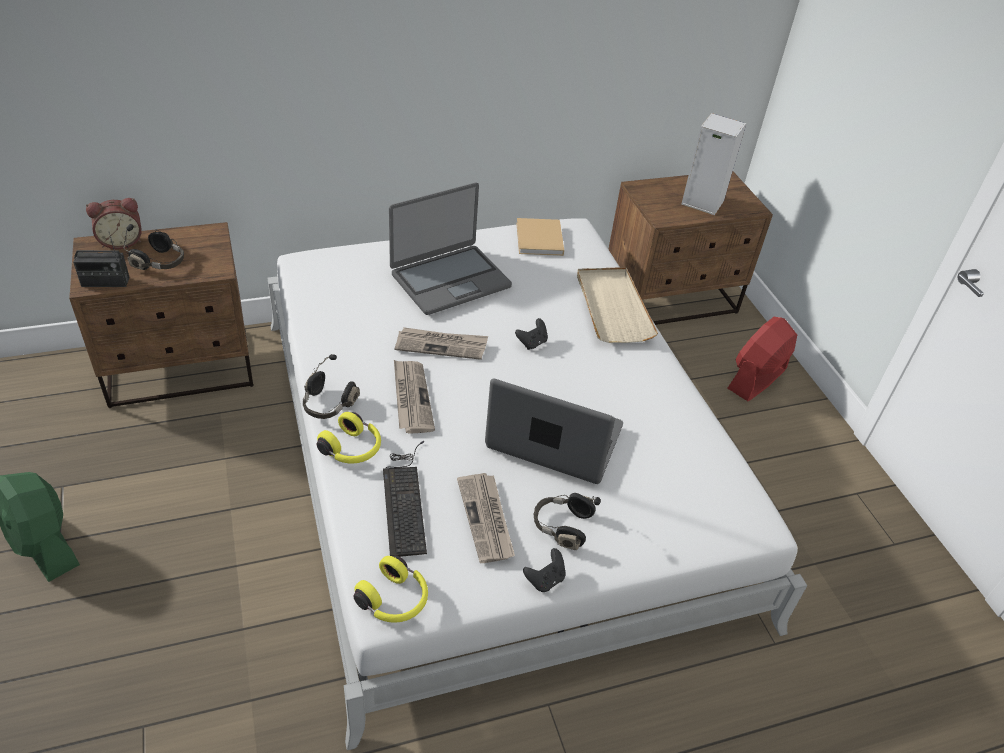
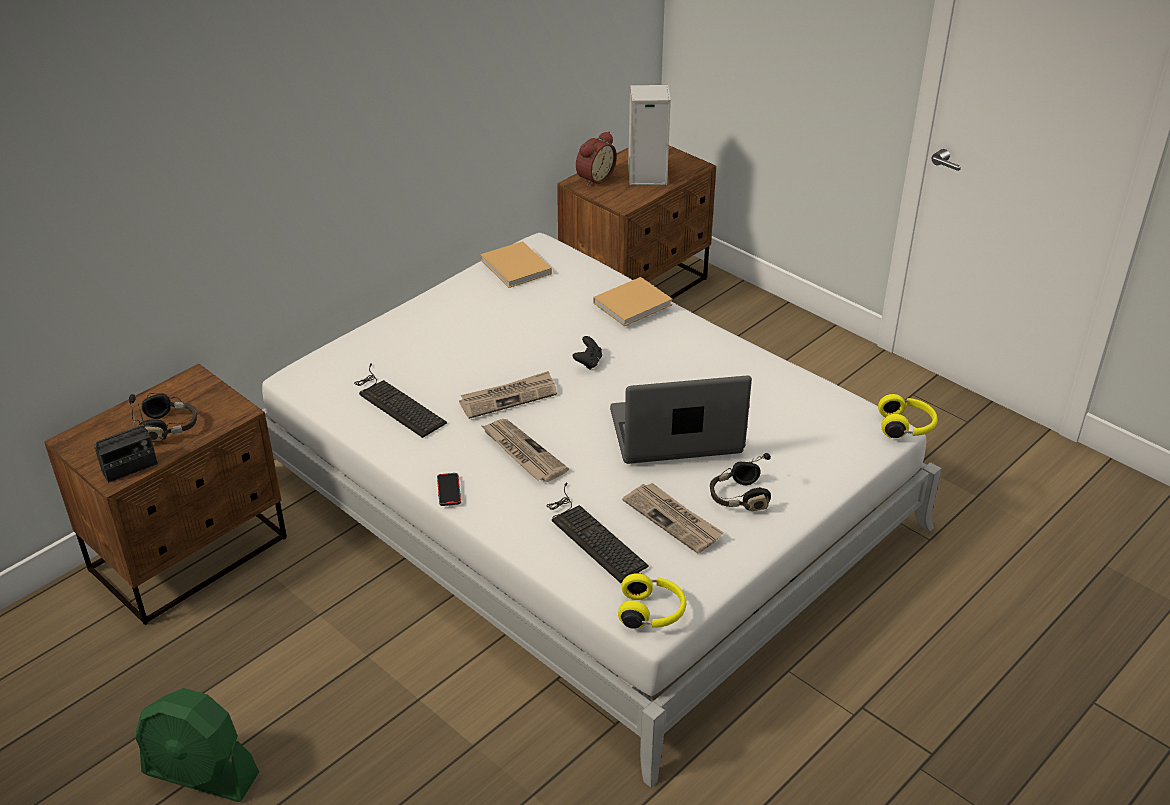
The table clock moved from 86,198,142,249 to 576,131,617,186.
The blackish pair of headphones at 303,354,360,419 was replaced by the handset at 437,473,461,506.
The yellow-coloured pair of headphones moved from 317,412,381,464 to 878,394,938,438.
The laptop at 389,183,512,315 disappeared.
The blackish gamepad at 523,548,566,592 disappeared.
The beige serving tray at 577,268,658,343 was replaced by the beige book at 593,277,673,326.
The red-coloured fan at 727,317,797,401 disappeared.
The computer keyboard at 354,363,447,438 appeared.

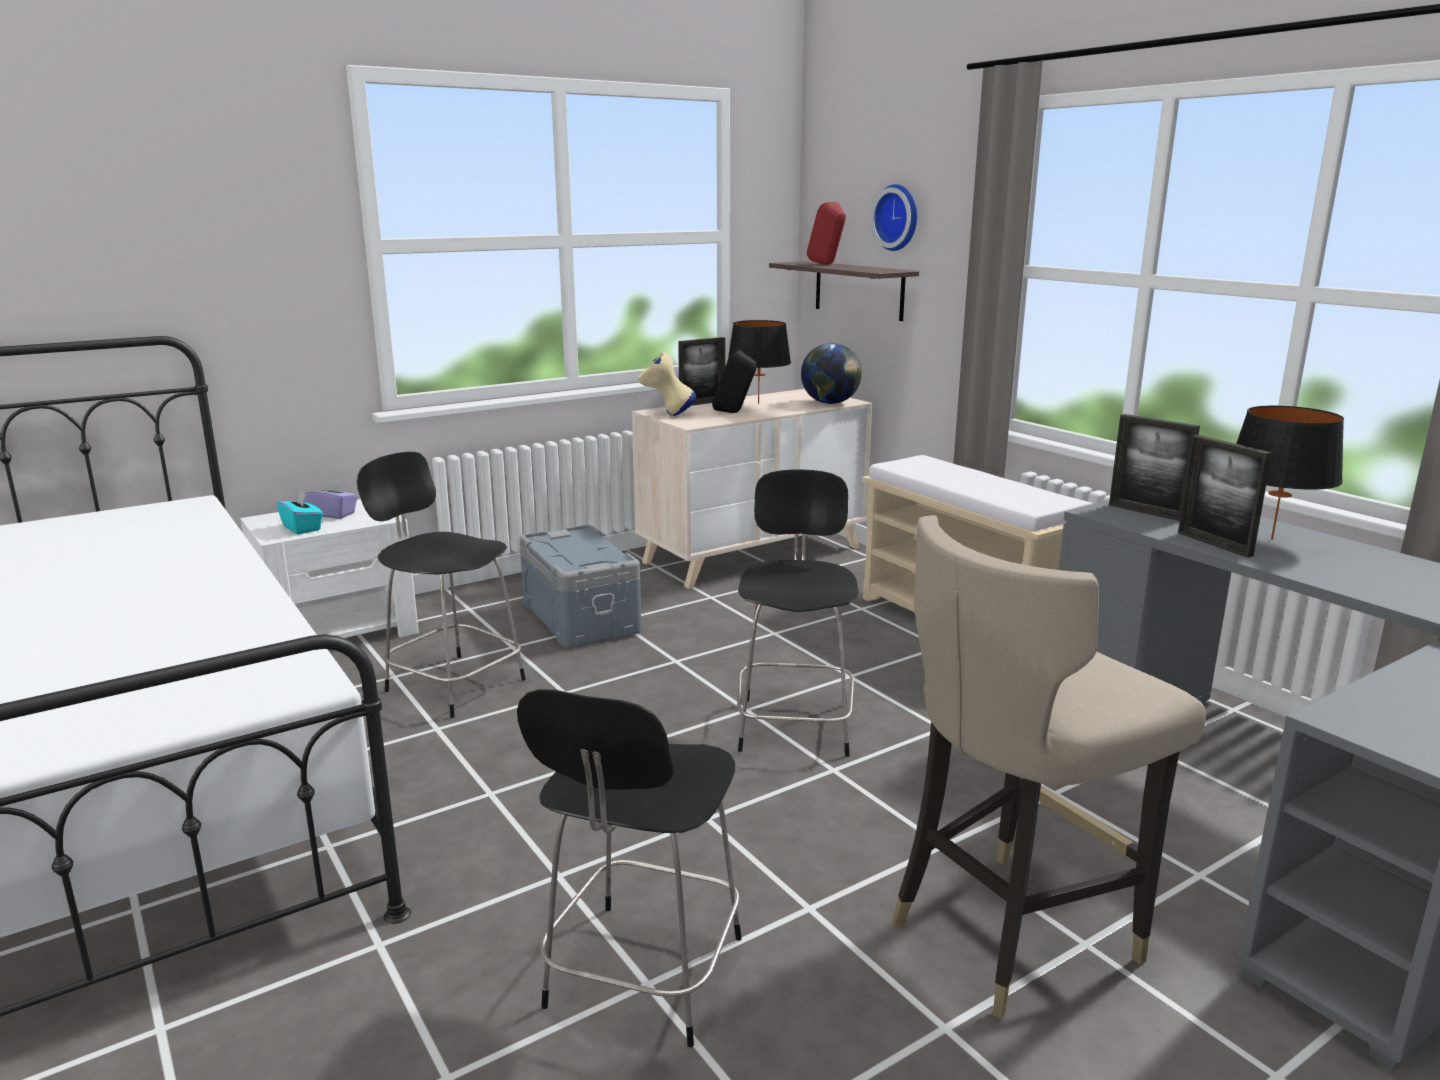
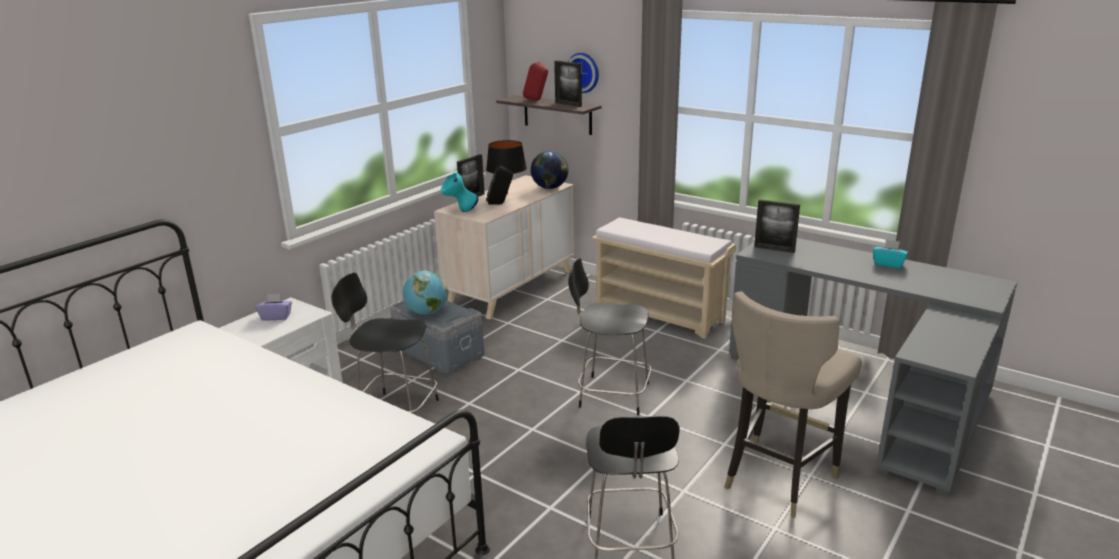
The turquoise-coloured box of tissues moved from 277,491,323,535 to 873,239,908,268.
The beige decorative vase at 638,352,696,416 became the turquoise-coloured decorative vase at 441,172,478,212.
The blackish chair at 737,470,859,757 turned 60 degrees counterclockwise.
The standing frame moved from 1178,435,1272,558 to 554,60,582,107.
The blackish table lamp at 1236,406,1344,540 disappeared.
The world globe at 403,270,448,315 appeared.

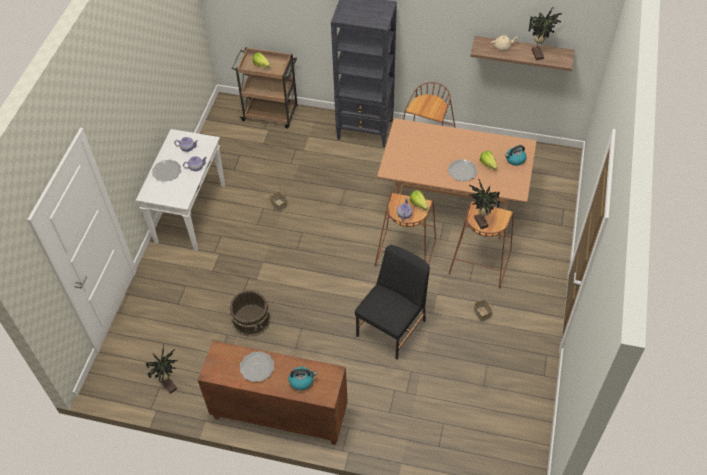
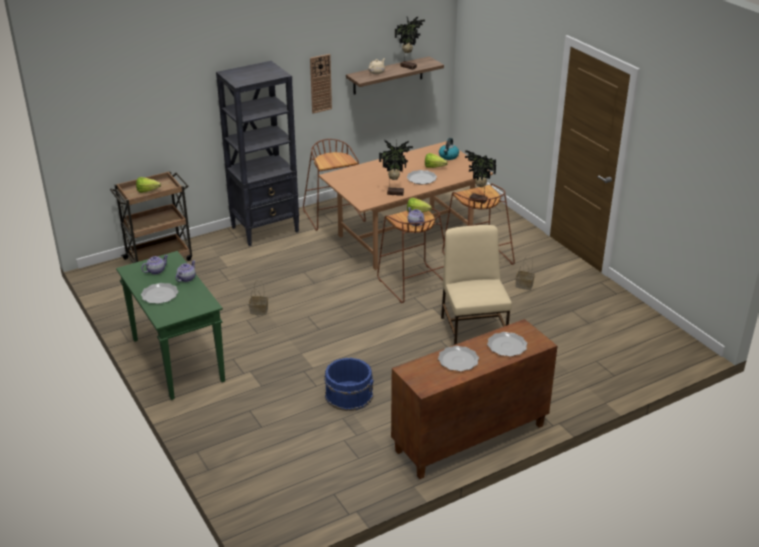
The whitish console table at 136,129,225,251 became the green-coloured console table at 116,251,225,400.
The houseplant moved from 146,344,178,394 to 379,140,413,196.
The brownish water bucket at 230,290,271,337 became the blue-coloured water bucket at 324,358,374,411.
The kettle at 289,367,317,390 was replaced by the flat dish at 487,332,527,356.
The blackish chair at 355,245,430,360 became the beige chair at 441,225,512,345.
The clock on the wall at 310,54,332,113 appeared.

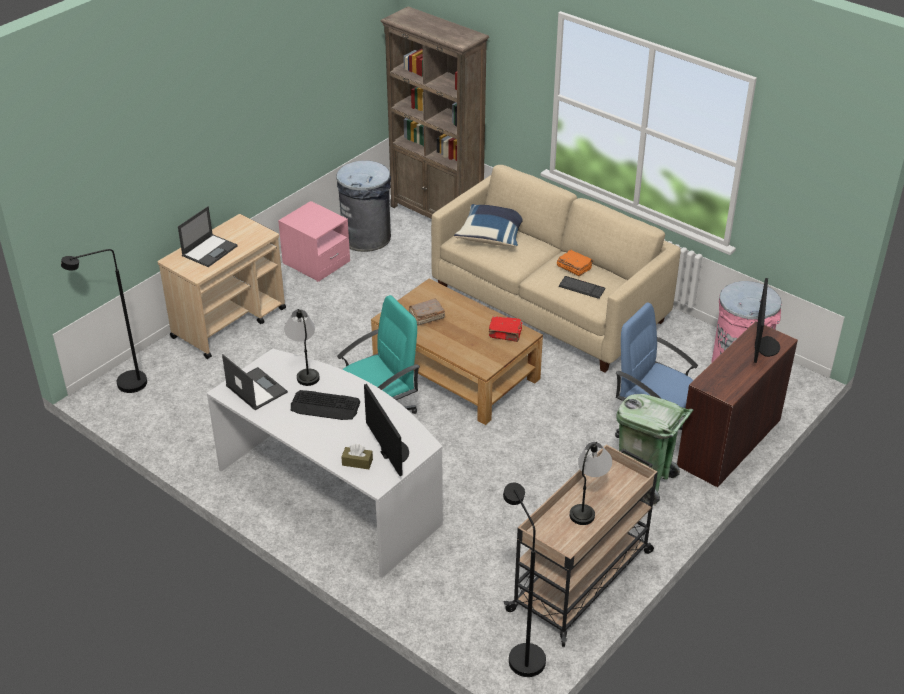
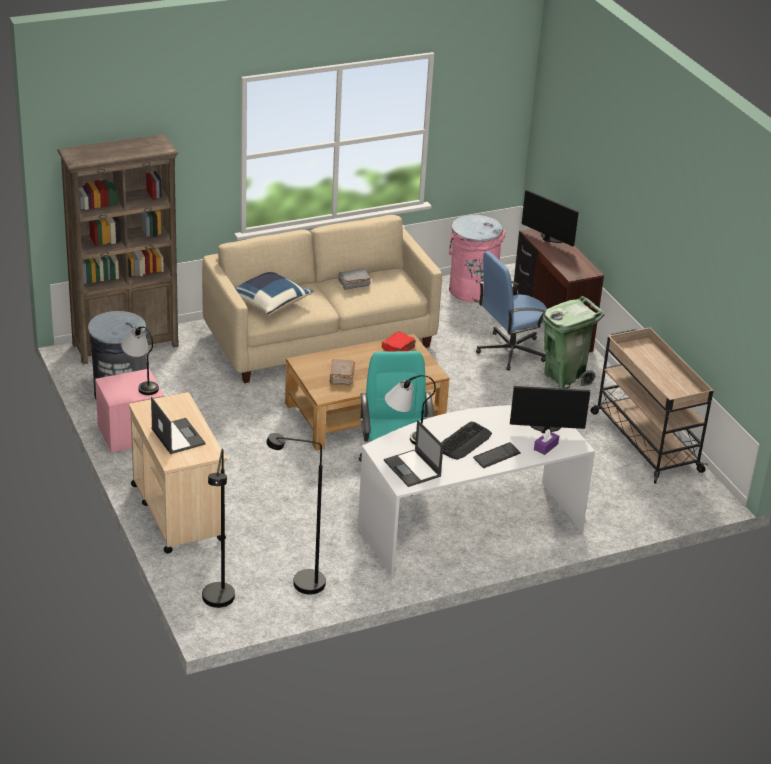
The laptop at 222,354,288,410 turned 105 degrees counterclockwise.
The brownish box of tissues at 341,444,373,469 became the purple-coloured box of tissues at 534,429,559,455.
The blackish standard lamp moved from 503,483,546,677 to 266,433,326,594.
The orange book at 557,250,593,276 became the gray book at 339,268,371,290.
The computer keyboard moved from 559,276,605,299 to 473,442,521,469.
The table lamp moved from 570,442,612,525 to 121,326,159,395.

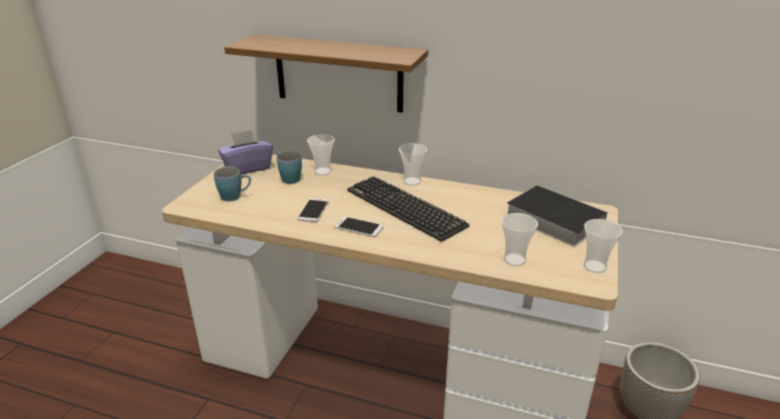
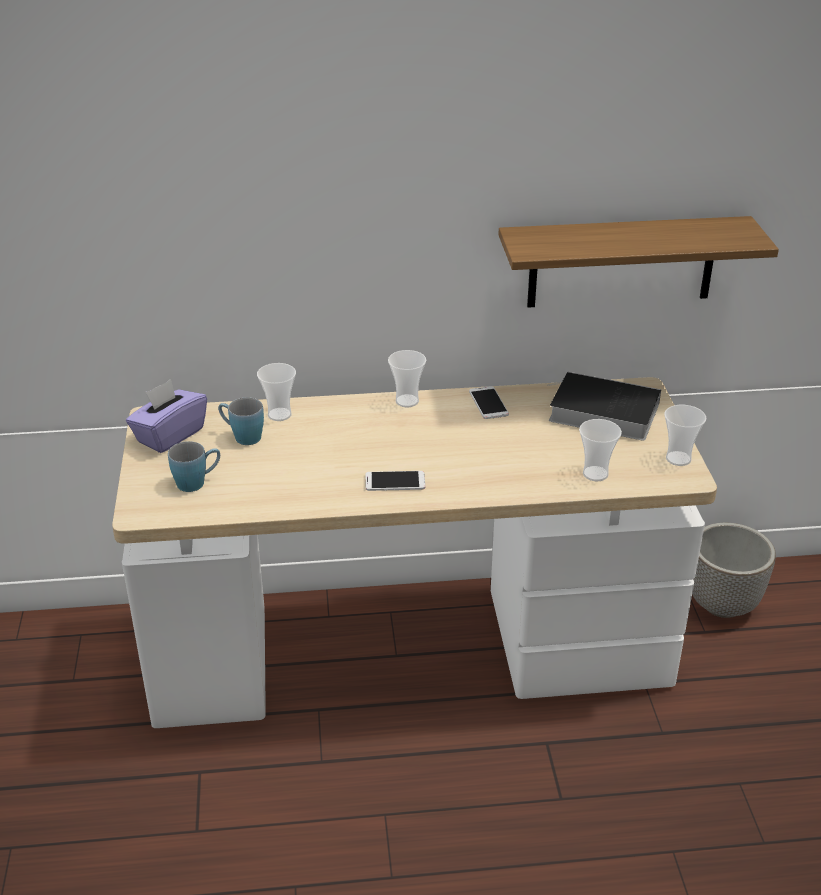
The wall shelf moved from 224,34,428,113 to 498,216,779,308.
The handset moved from 297,198,329,222 to 469,386,509,419.
The computer keyboard at 347,176,469,242 disappeared.

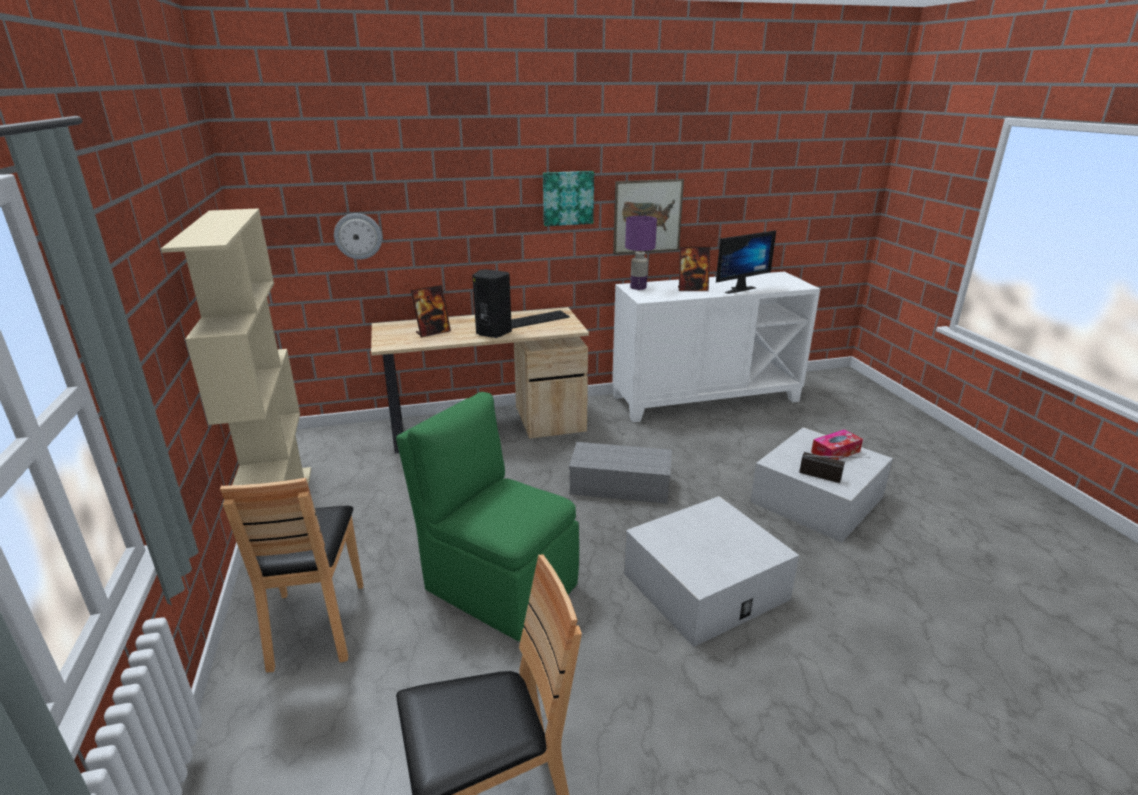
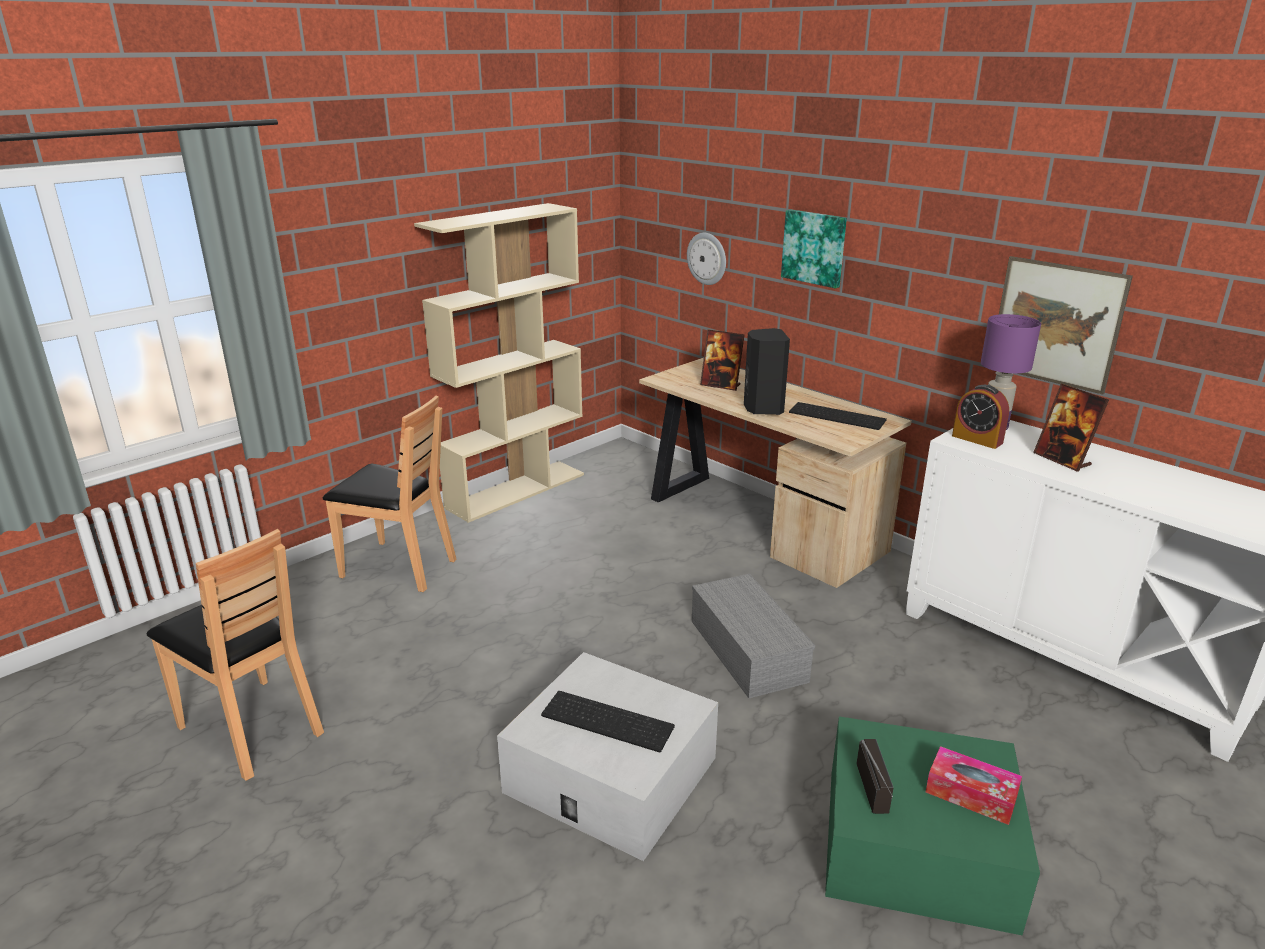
The brownish chair at 220,478,363,672 turned 120 degrees counterclockwise.
The green-coloured chair at 396,392,579,641 disappeared.
The wall art moved from 543,171,594,226 to 781,209,847,288.
The computer screen at 716,230,776,294 disappeared.
The whitish storage box at 750,427,893,543 became the green-coloured storage box at 825,716,1040,936.
The computer keyboard at 541,691,675,752 appeared.
The table clock at 952,385,1009,449 appeared.

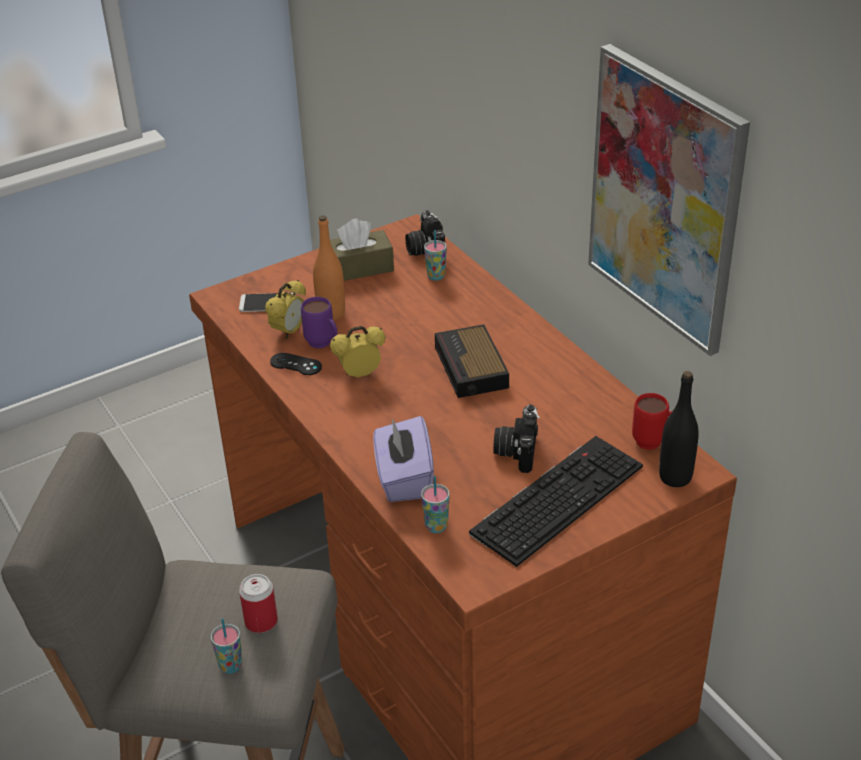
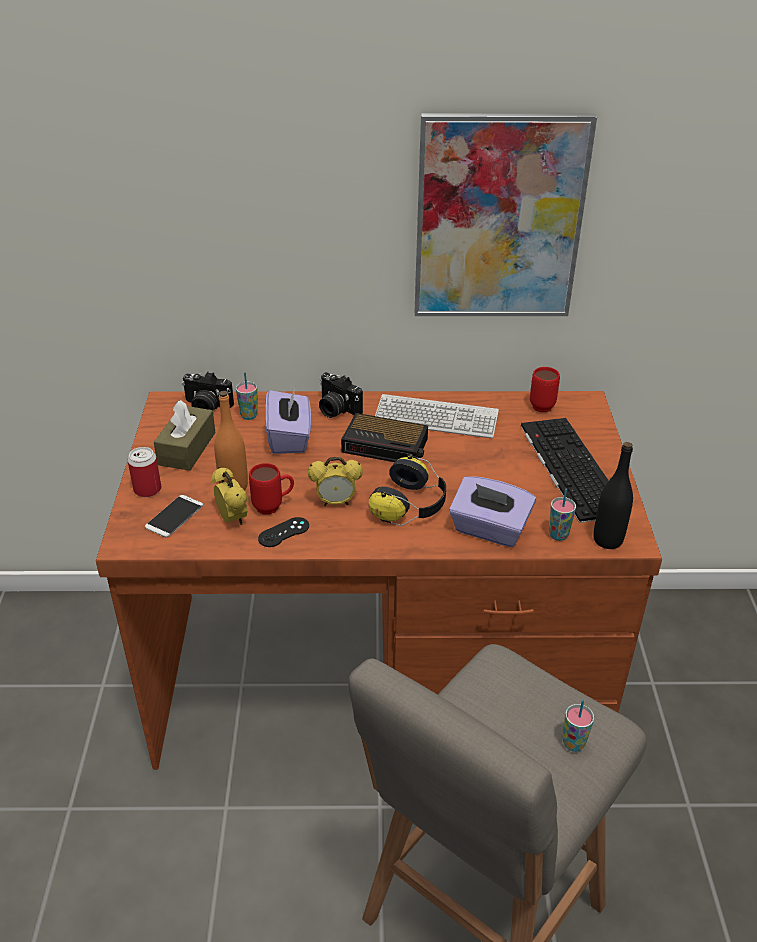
The metal can moved from 239,574,278,633 to 128,447,161,497.
The purple-coloured coffee mug at 301,297,337,348 became the red-coloured coffee mug at 249,463,294,515.
The table clock at 330,326,385,377 turned 105 degrees counterclockwise.
The photo camera moved from 493,404,540,473 to 319,372,363,418.
The blackish drink bottle moved from 659,371,699,487 to 594,442,633,549.
The purple-coloured box of tissues at 265,388,311,454 appeared.
The pair of headphones at 369,454,446,526 appeared.
The computer keyboard at 375,394,499,438 appeared.

